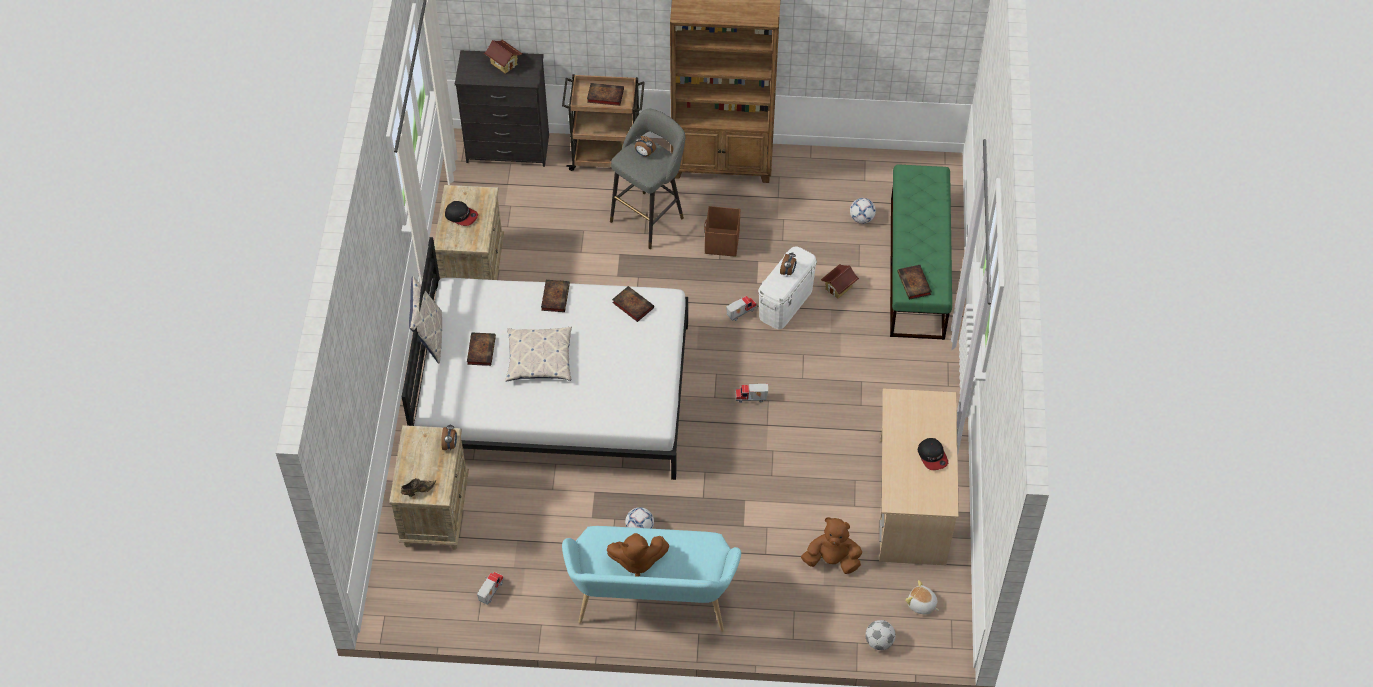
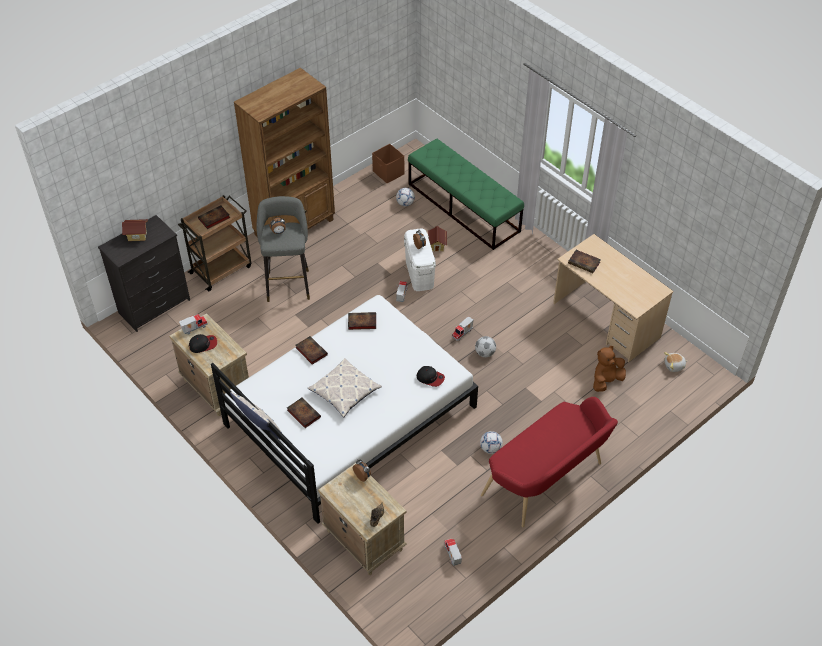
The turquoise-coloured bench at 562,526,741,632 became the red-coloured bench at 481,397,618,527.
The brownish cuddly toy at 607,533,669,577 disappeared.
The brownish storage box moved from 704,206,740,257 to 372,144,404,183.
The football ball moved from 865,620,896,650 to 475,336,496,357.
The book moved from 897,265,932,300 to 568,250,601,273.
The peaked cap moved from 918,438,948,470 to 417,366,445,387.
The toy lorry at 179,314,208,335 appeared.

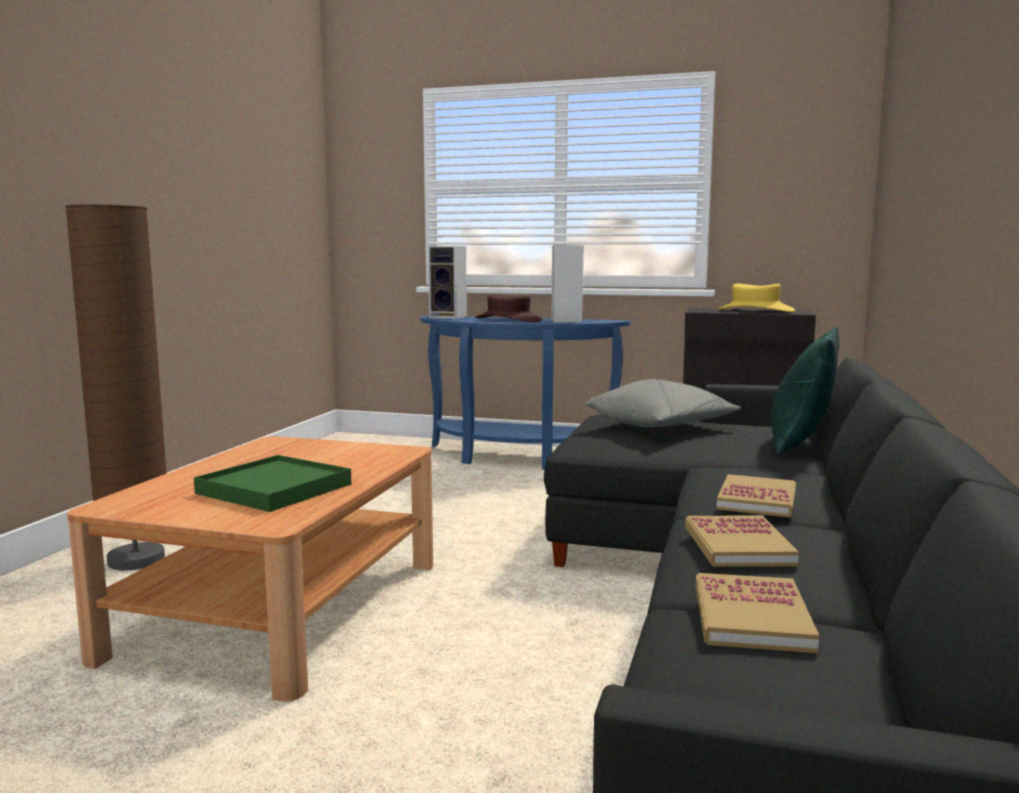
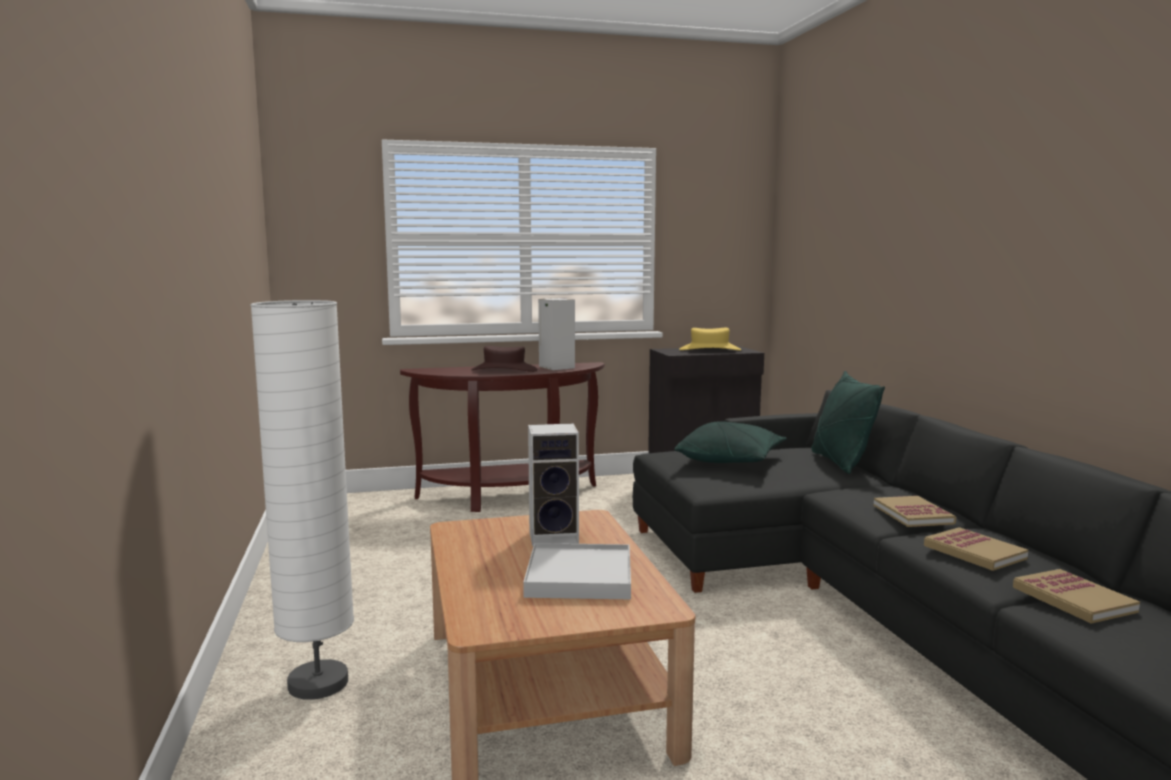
The brownish standard lamp at 65,204,167,570 became the whitish standard lamp at 250,300,354,700.
The green-coloured serving tray at 194,455,351,512 became the whitish serving tray at 523,543,631,599.
The blue-coloured console table at 420,316,631,470 became the brownish console table at 400,362,604,512.
The audio speaker moved from 428,246,467,319 to 528,423,579,546.
The gray pillow at 585,379,741,427 became the green-coloured pillow at 674,421,787,463.

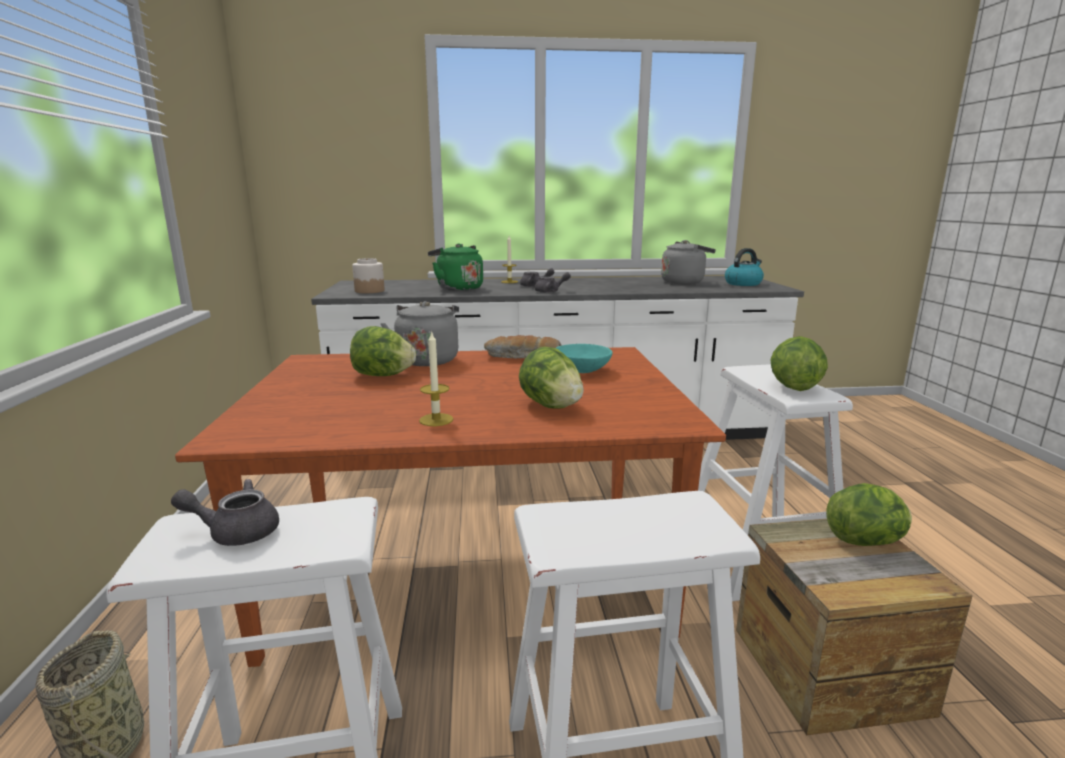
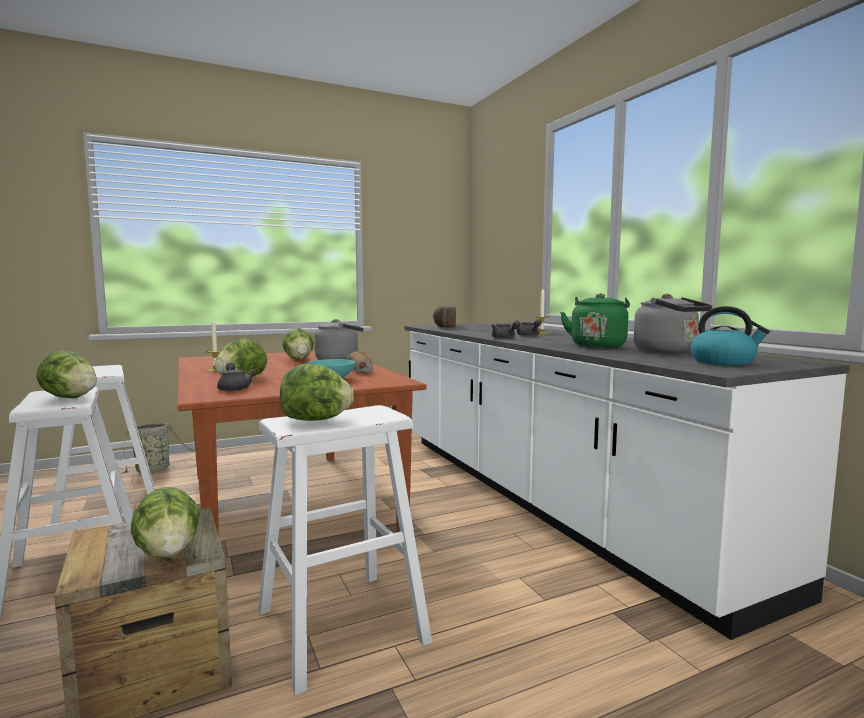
The gray pot for tea moved from 171,479,279,546 to 217,362,255,391.
The preserve jar at 352,258,385,293 was replaced by the bakery bread at 433,306,456,328.
The green-coloured kettle moved from 428,243,483,291 to 560,294,630,348.
The lettuce head at 36,351,97,398 appeared.

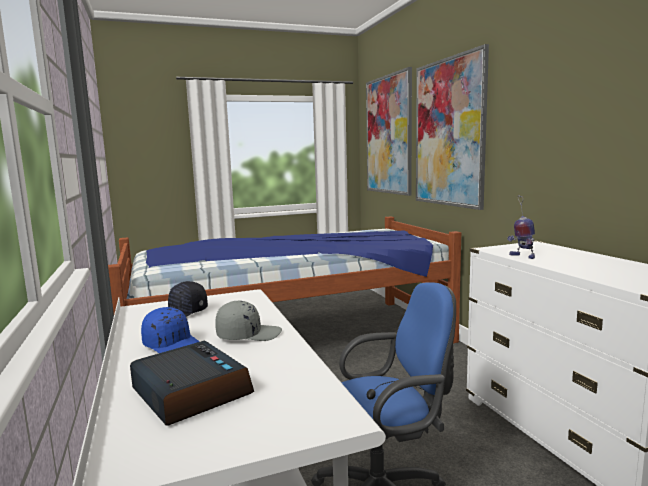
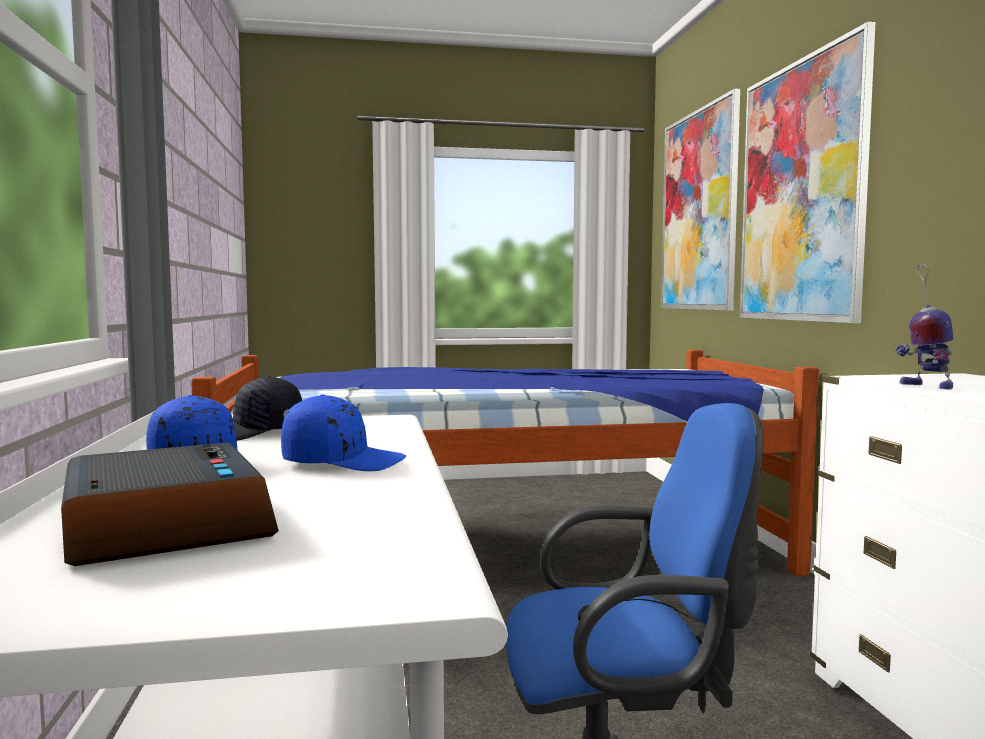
The gray peaked cap at 215,301,282,341 became the blue-coloured peaked cap at 281,394,406,471.

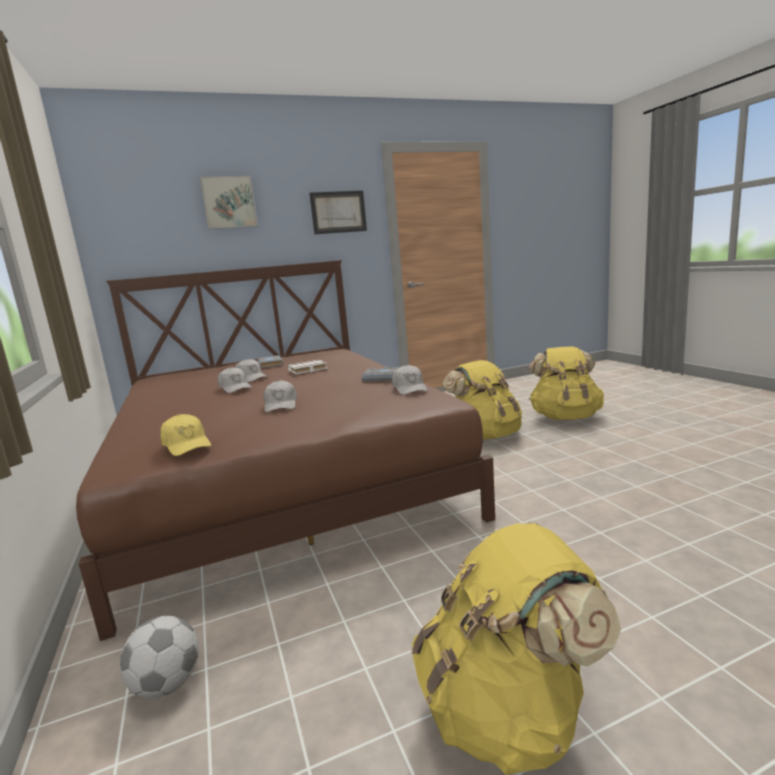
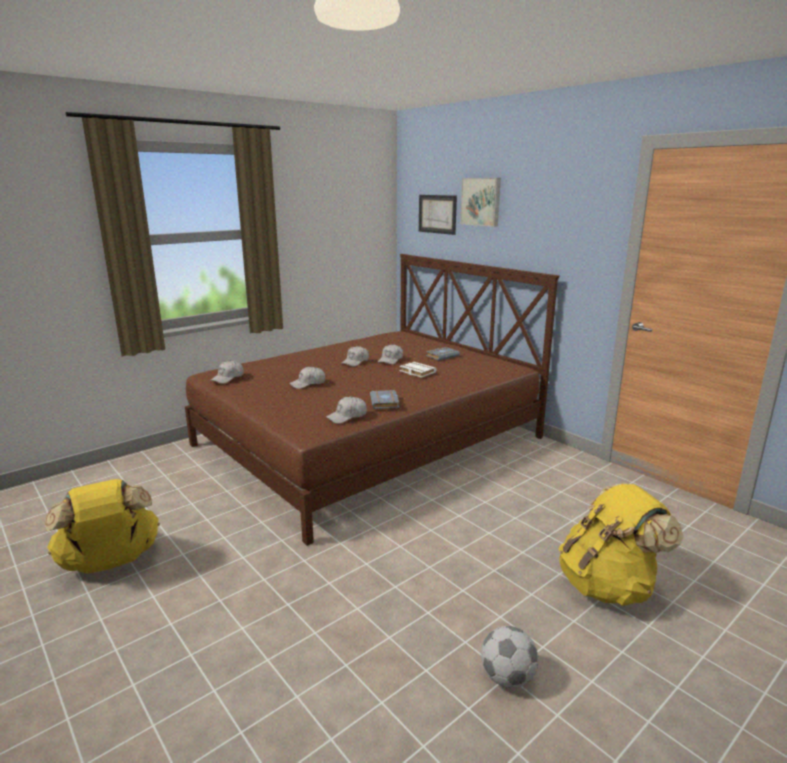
The football ball moved from 119,616,199,698 to 481,626,538,688.
The yellow-coloured peaked cap at 160,414,211,456 became the whitish peaked cap at 210,361,244,384.
The wall art moved from 309,191,367,234 to 419,195,457,235.
The yellow-coloured backpack at 443,360,522,440 disappeared.

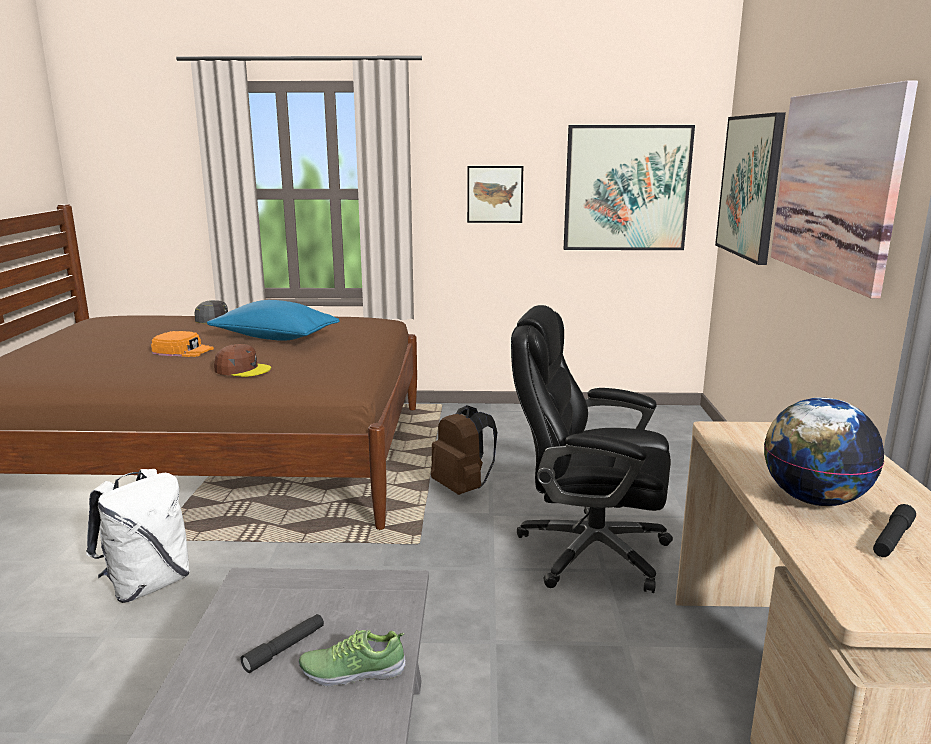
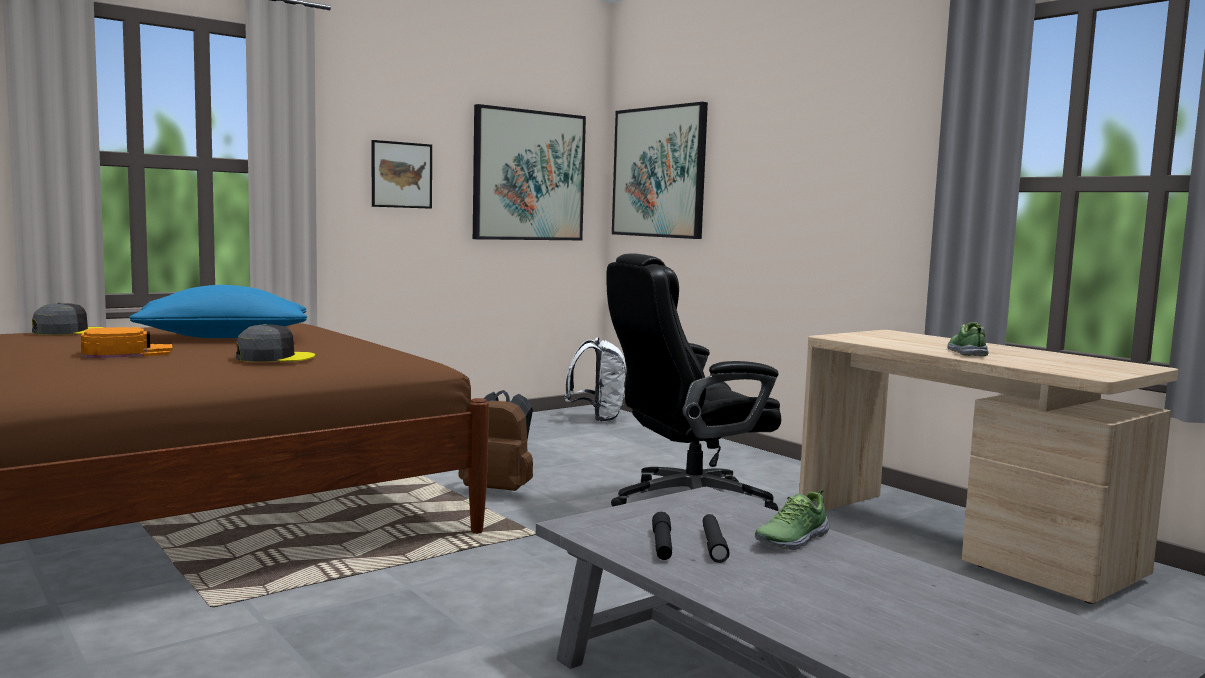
The whitish backpack moved from 86,469,190,603 to 564,337,626,422.
The brownish peaked cap at 214,344,271,377 became the gray peaked cap at 236,324,315,362.
The world globe at 764,397,884,506 was replaced by the low shoe at 947,322,989,356.
The wall art at 771,80,918,299 disappeared.
The blackish hand torch moved from 873,504,916,557 to 652,512,672,560.

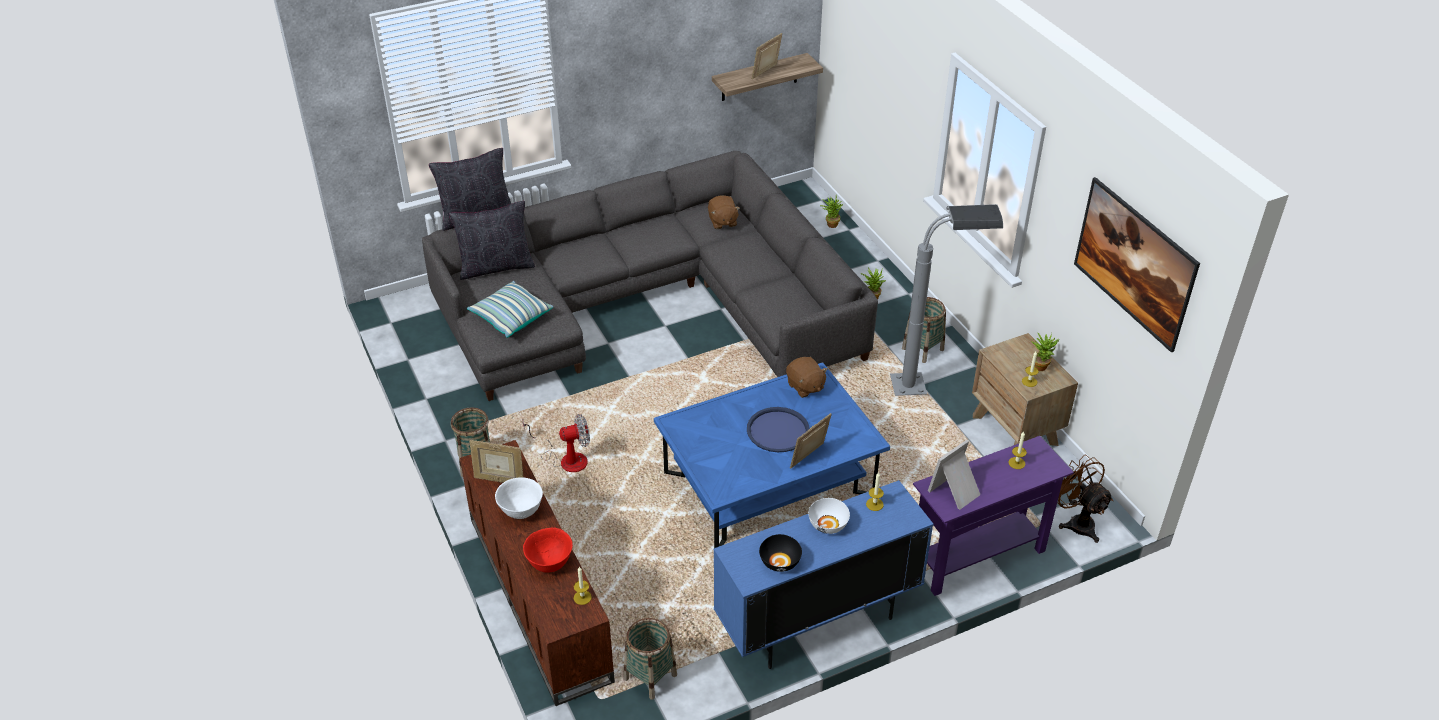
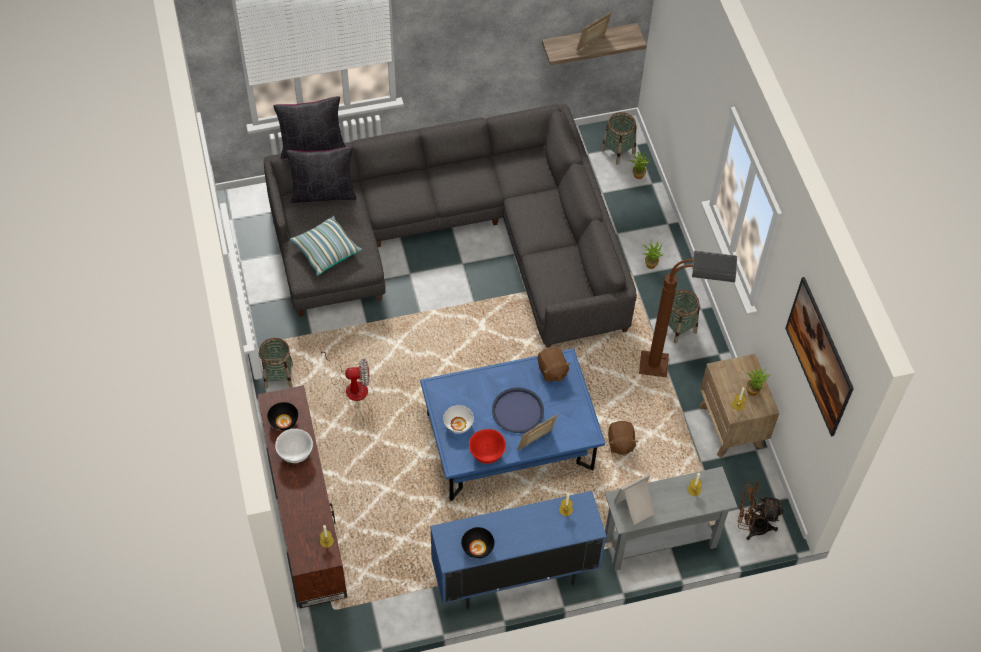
The standing frame at 469,440,524,483 was replaced by the blackish deep dish at 267,402,298,431.
The red-coloured deep dish moved from 523,528,573,573 to 469,429,506,464.
The storage basket moved from 623,618,677,700 to 601,112,636,165.
The brownish cuddly toy moved from 708,195,740,229 to 608,421,638,456.
The whitish deep dish moved from 808,498,850,534 to 443,405,474,433.
The gray standard lamp at 890,204,1003,396 became the brownish standard lamp at 639,251,737,377.
The purple-coloured console table at 913,436,1074,596 became the gray console table at 605,466,738,571.
The brownish fan at 1057,455,1113,543 turned 60 degrees counterclockwise.

